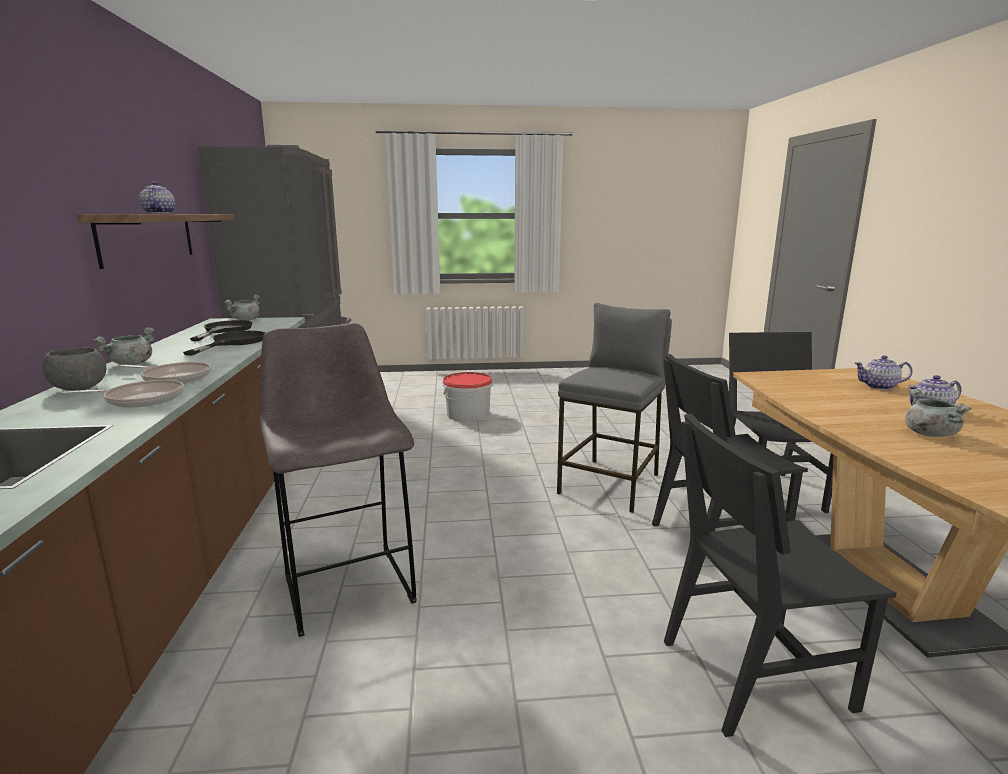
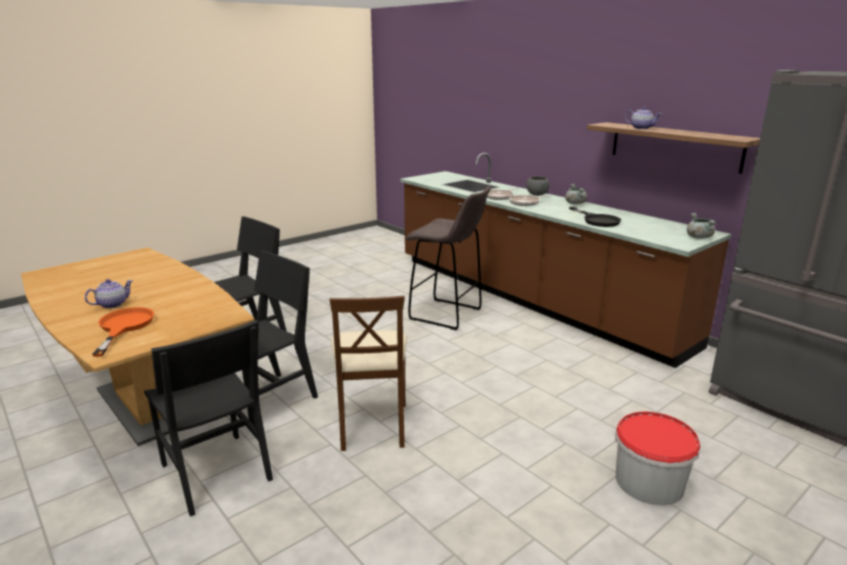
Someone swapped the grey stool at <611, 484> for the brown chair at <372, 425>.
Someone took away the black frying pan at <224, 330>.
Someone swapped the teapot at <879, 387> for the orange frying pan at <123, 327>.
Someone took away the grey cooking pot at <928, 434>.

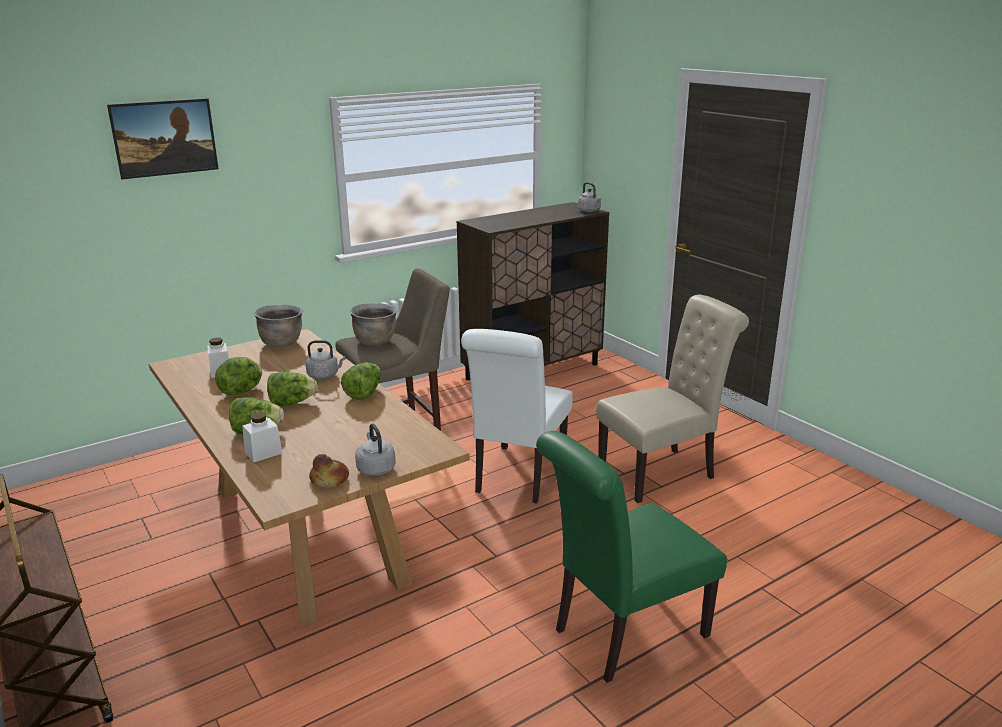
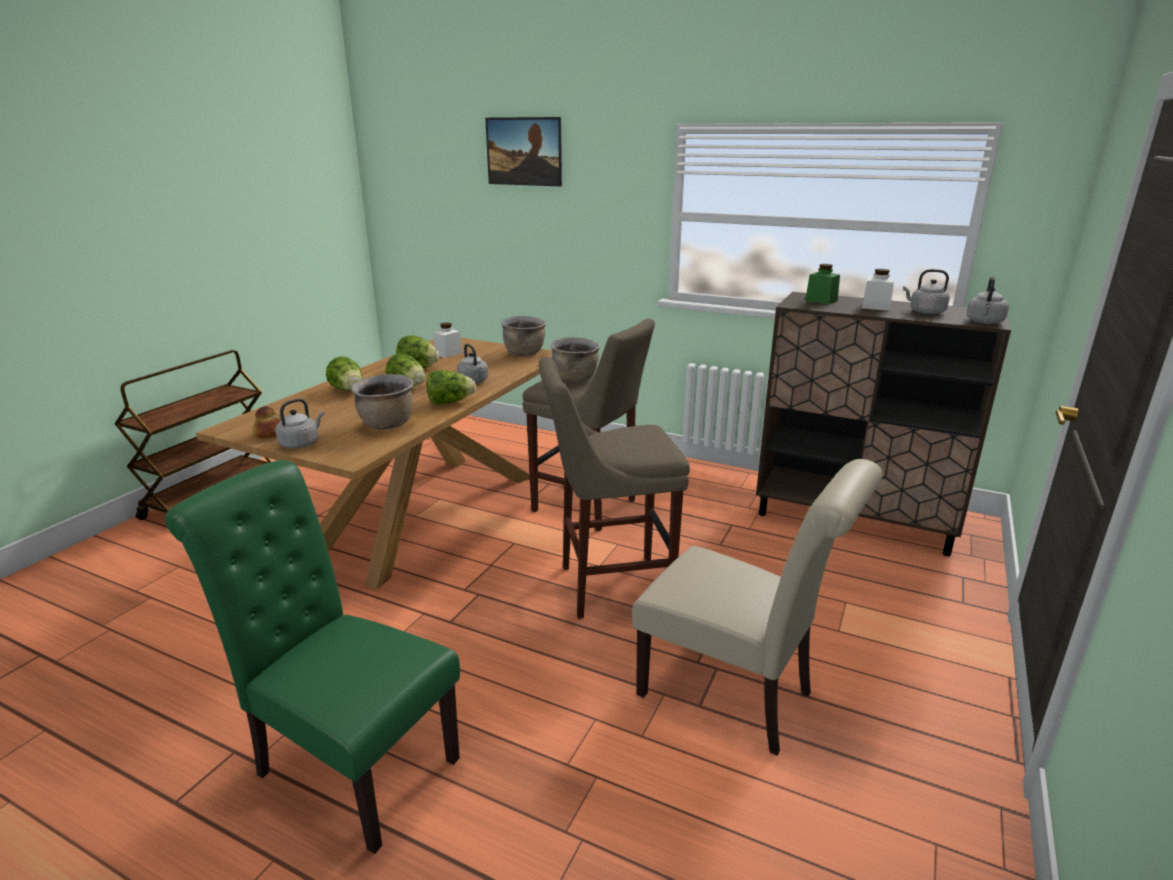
Someone swapped the white chair at <518, 477> for the beige stool at <609, 586>.
Someone carried the white jar from <263, 453> to <876, 307>.
Someone put down the green jar at <821, 301>.
Someone put down the grey kettle at <925, 312>.
Someone put down the brown cooking pot at <387, 425>.

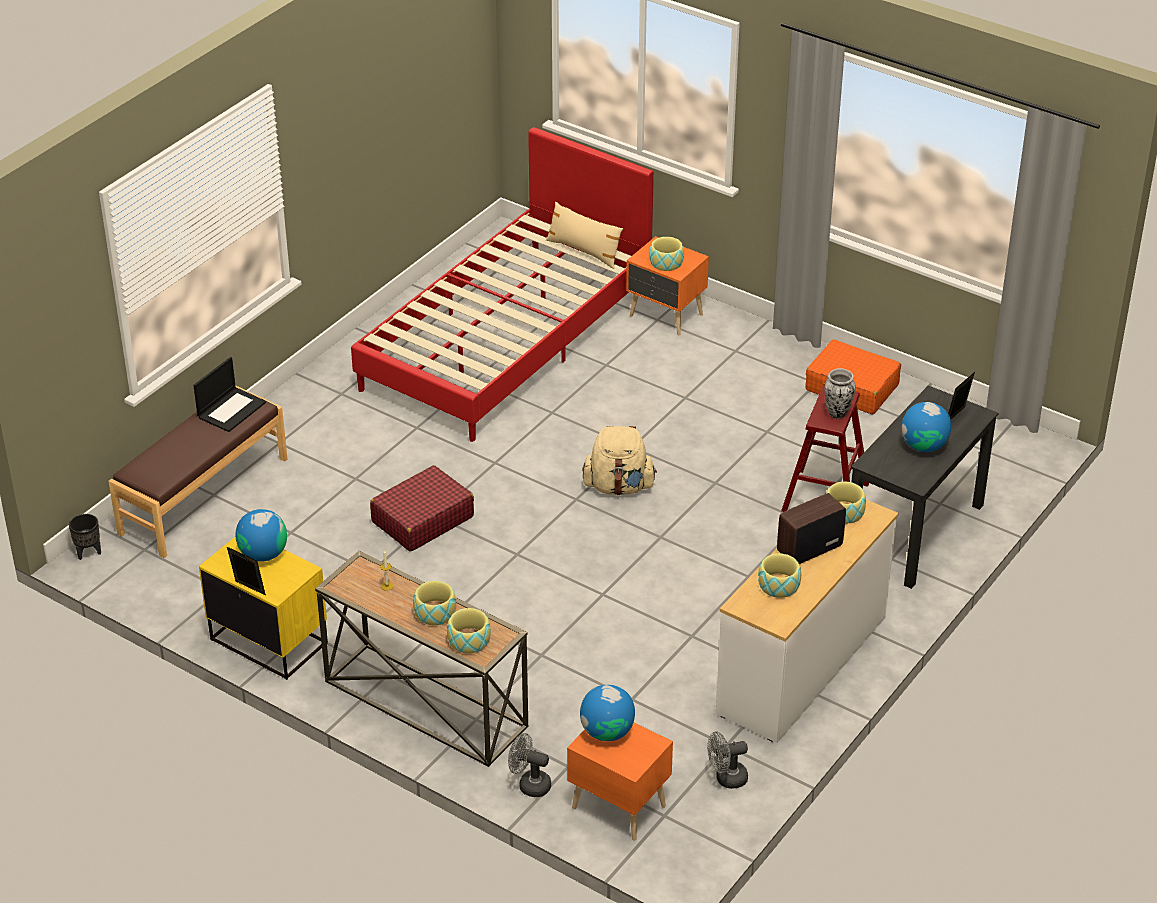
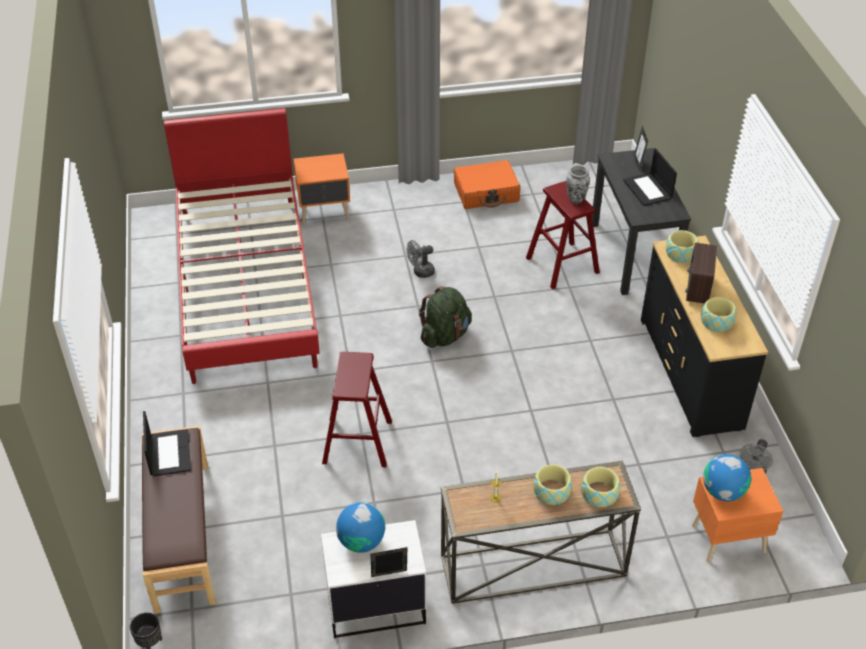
Someone took away the beige pillow at <584, 251>.
Someone took away the bowl at <666, 262>.
Someone swapped the globe at <924, 446> for the laptop at <648, 190>.
Someone repainted the beige backpack at <619, 486>, which became the green backpack at <445, 336>.
Someone swapped the red suitcase at <422, 519> for the red stool at <357, 442>.
Someone repainted the white dresser at <803, 665>, which became the black dresser at <691, 373>.
Someone repainted the yellow nightstand at <269, 641>, which became the white nightstand at <375, 605>.
Someone carried the grey fan from <529, 784> to <420, 272>.

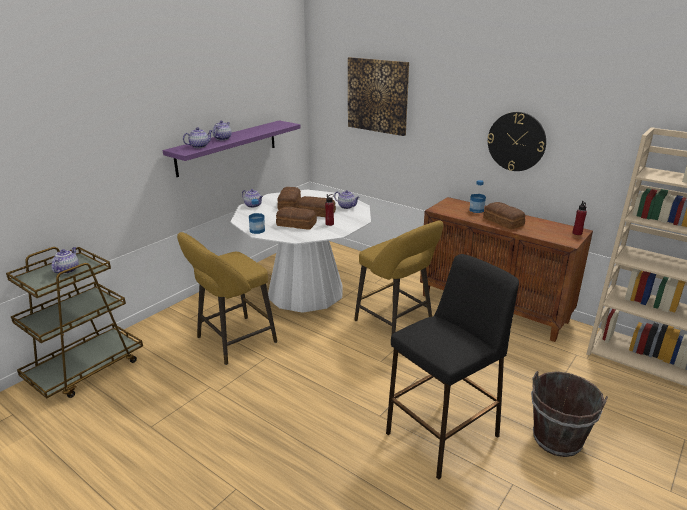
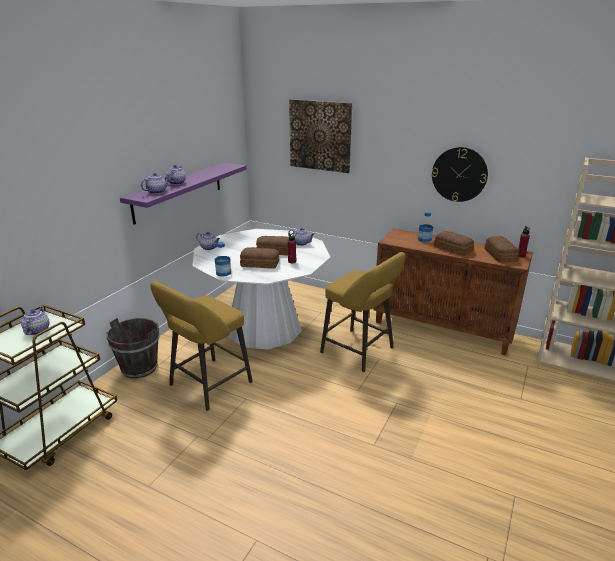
Someone carried the bread from <288, 205> to <500, 255>.
Someone took away the black stool at <443, 434>.
Someone carried the brown bucket from <557, 440> to <139, 368>.

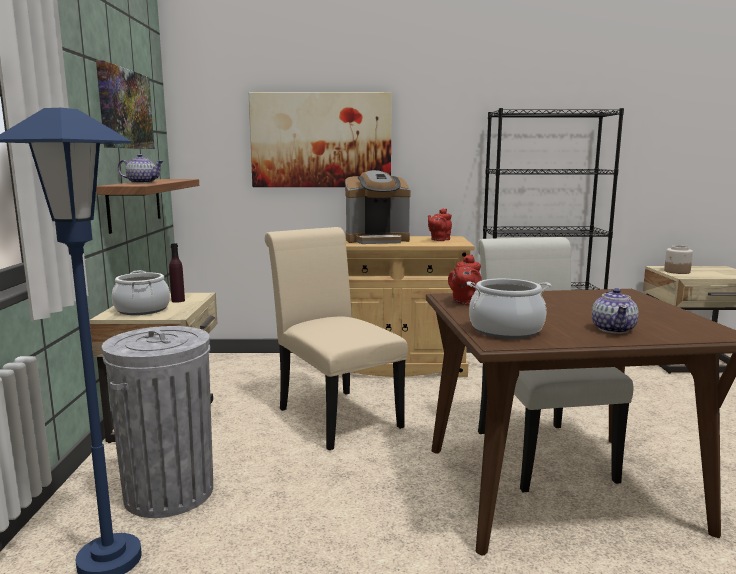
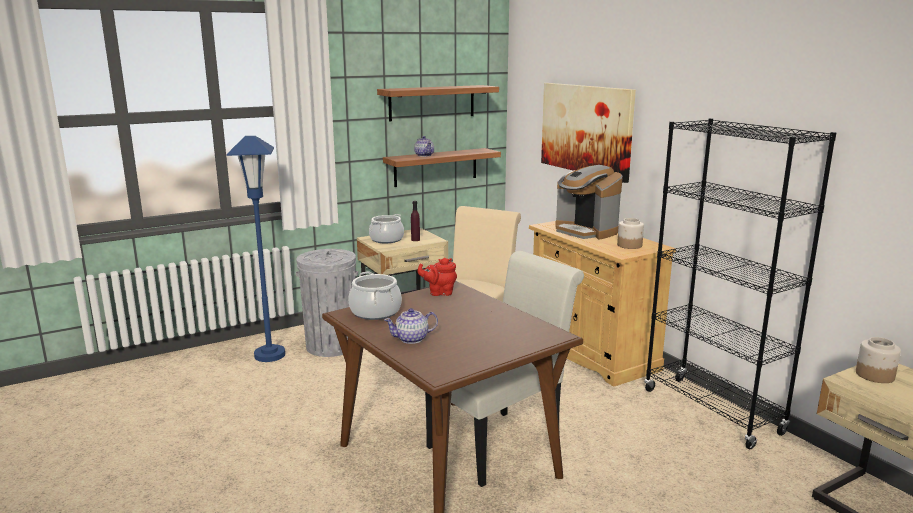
Someone swapped the picture at <125, 109> for the shelf at <432, 102>.
Someone swapped the red teapot at <439, 240> for the jar at <630, 245>.

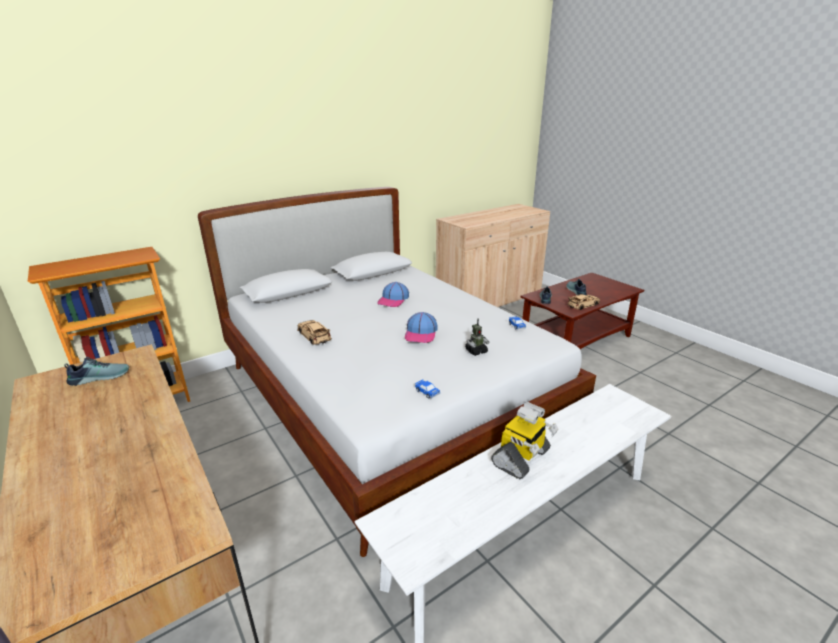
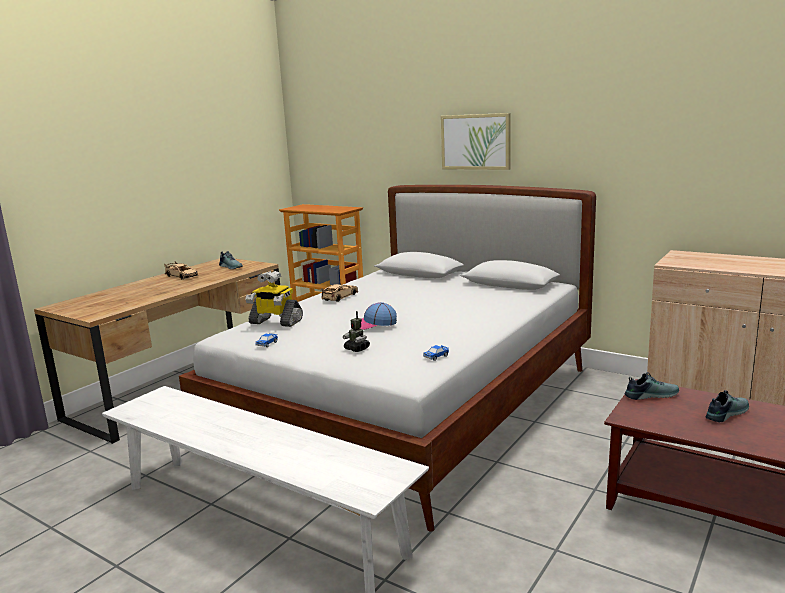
Someone took away the cap at <393, 300>.
Someone carried the beige toy car from <583, 305> to <181, 276>.
Someone carried the toy robot from <521, 458> to <275, 322>.
Someone put up the picture at <476, 142>.

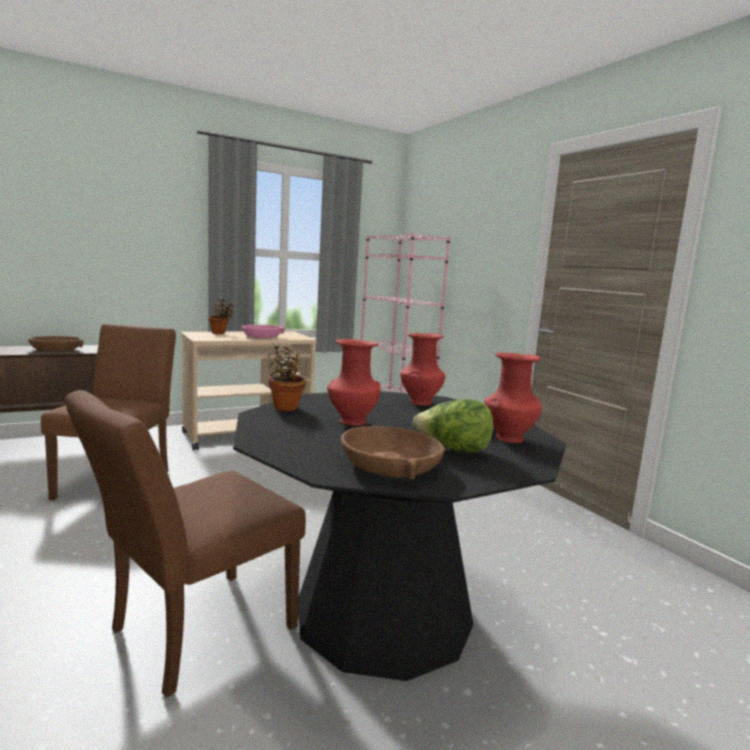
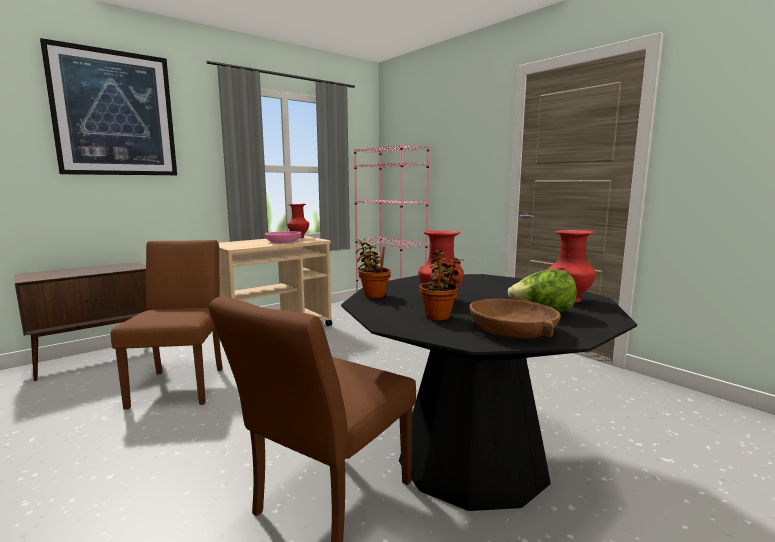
Someone carried the potted plant from <220, 333> to <439, 316>.
Someone carried the red vase from <420, 403> to <298, 237>.
Someone took away the brown bowl at <56, 349>.
Someone put up the picture at <115, 114>.

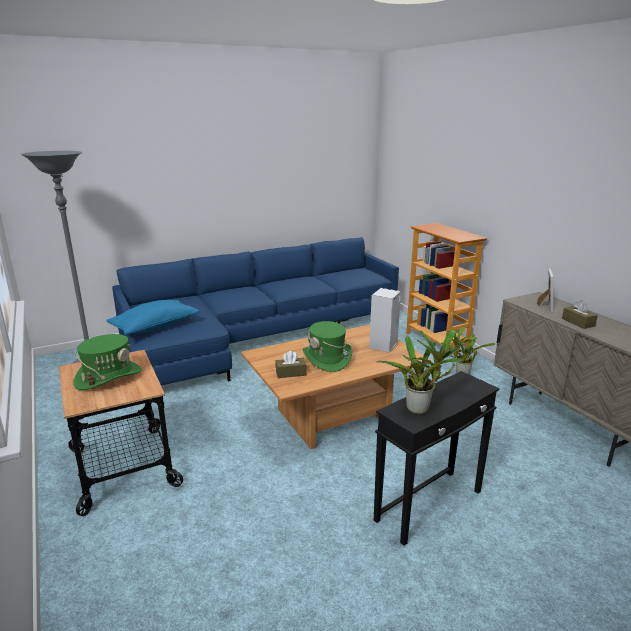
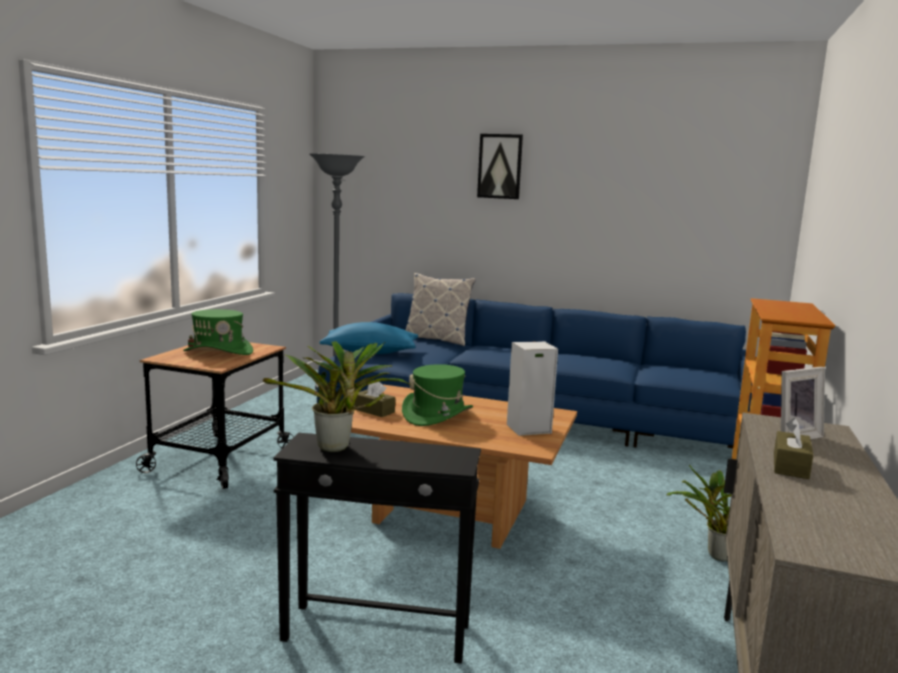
Someone put up the picture at <500, 166>.
Someone put down the pillow at <437, 340>.

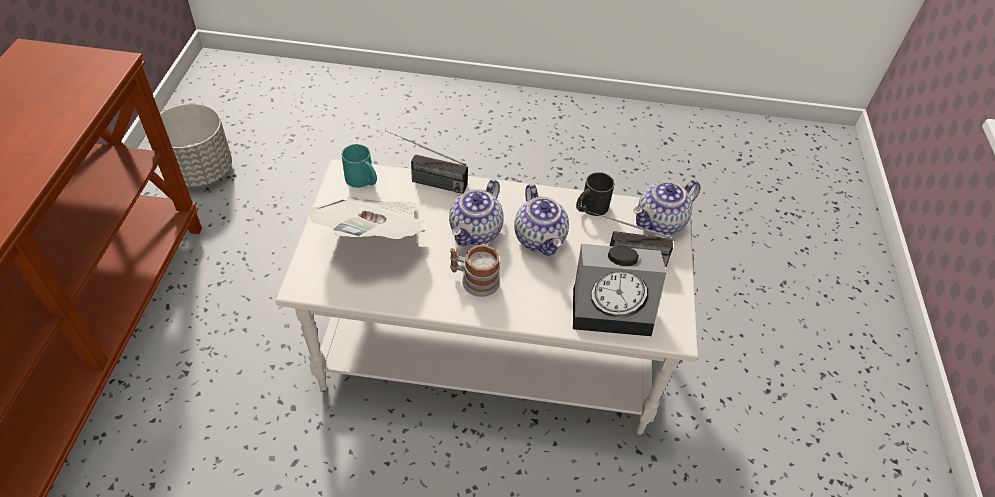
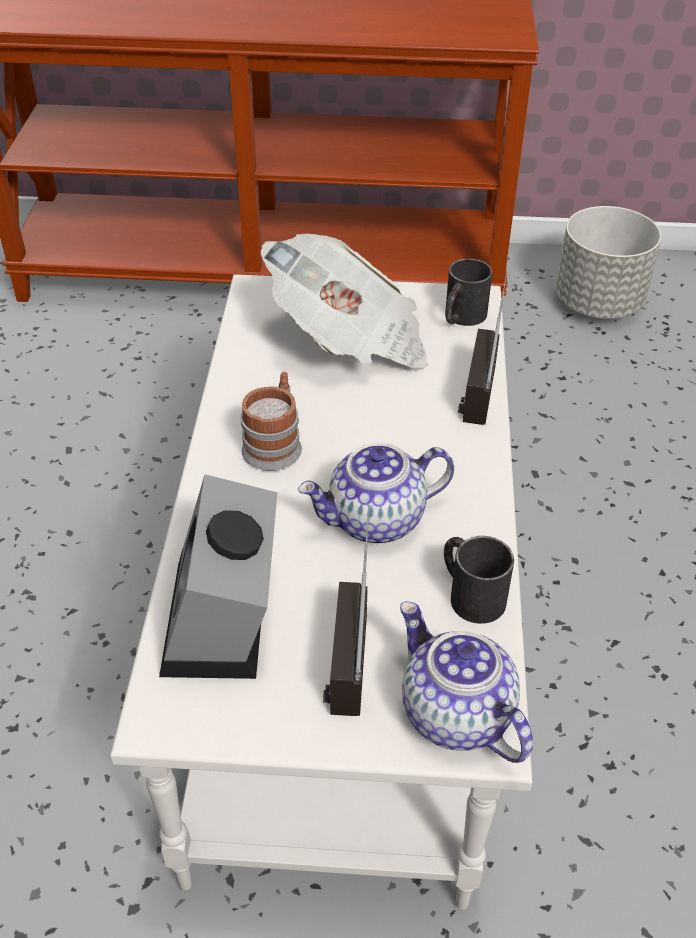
Someone repainted the turquoise mug at <363, 180>, which became the black mug at <461, 317>.
Someone took away the teapot at <476, 232>.

